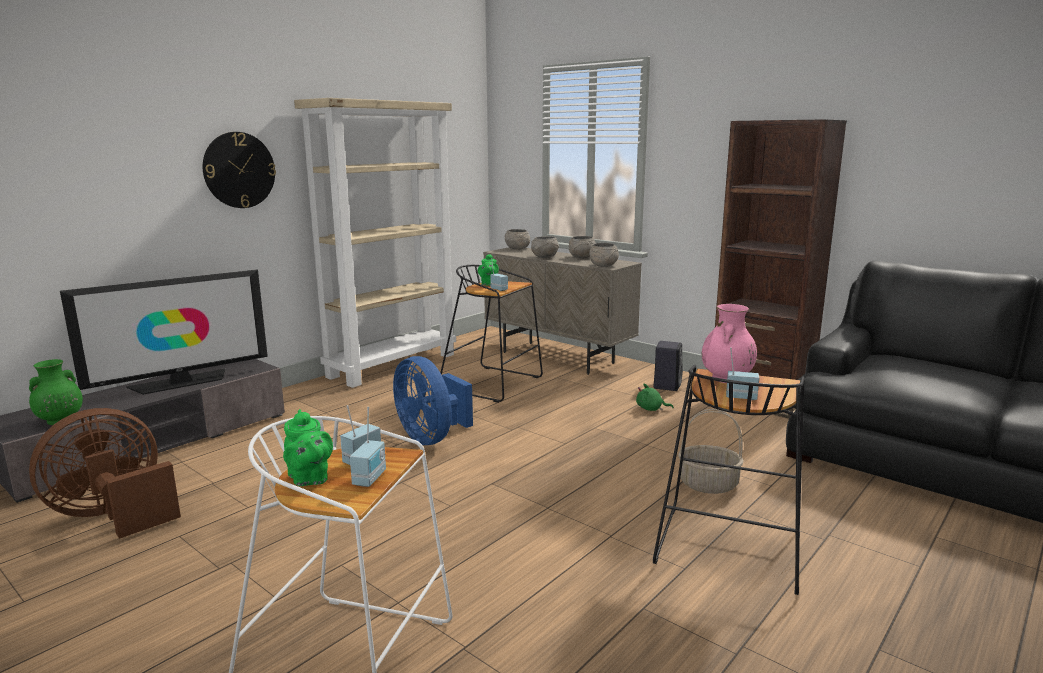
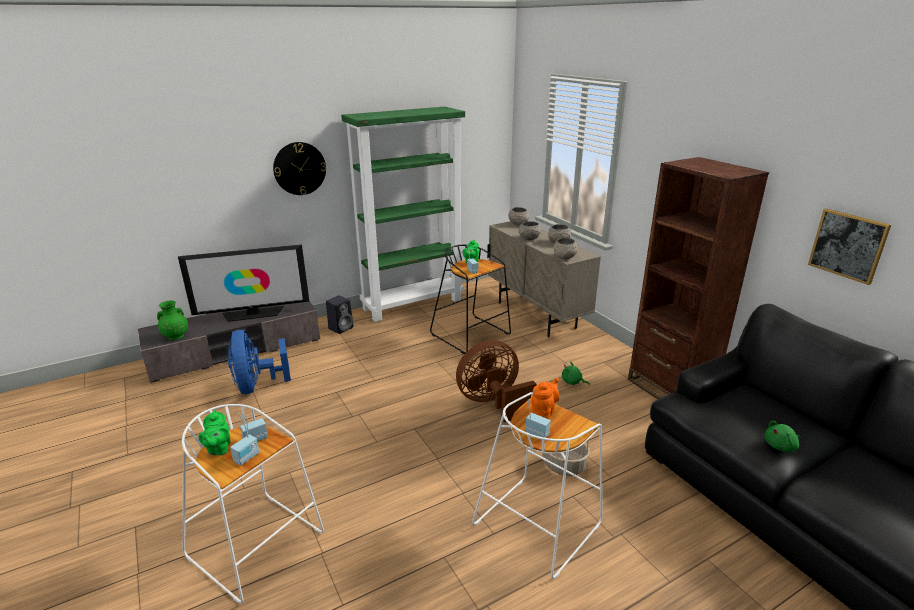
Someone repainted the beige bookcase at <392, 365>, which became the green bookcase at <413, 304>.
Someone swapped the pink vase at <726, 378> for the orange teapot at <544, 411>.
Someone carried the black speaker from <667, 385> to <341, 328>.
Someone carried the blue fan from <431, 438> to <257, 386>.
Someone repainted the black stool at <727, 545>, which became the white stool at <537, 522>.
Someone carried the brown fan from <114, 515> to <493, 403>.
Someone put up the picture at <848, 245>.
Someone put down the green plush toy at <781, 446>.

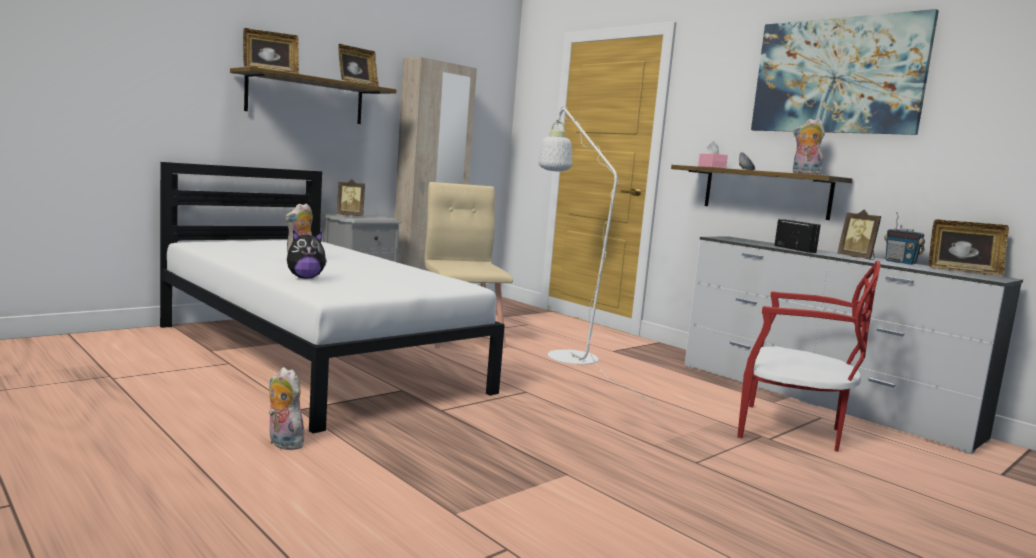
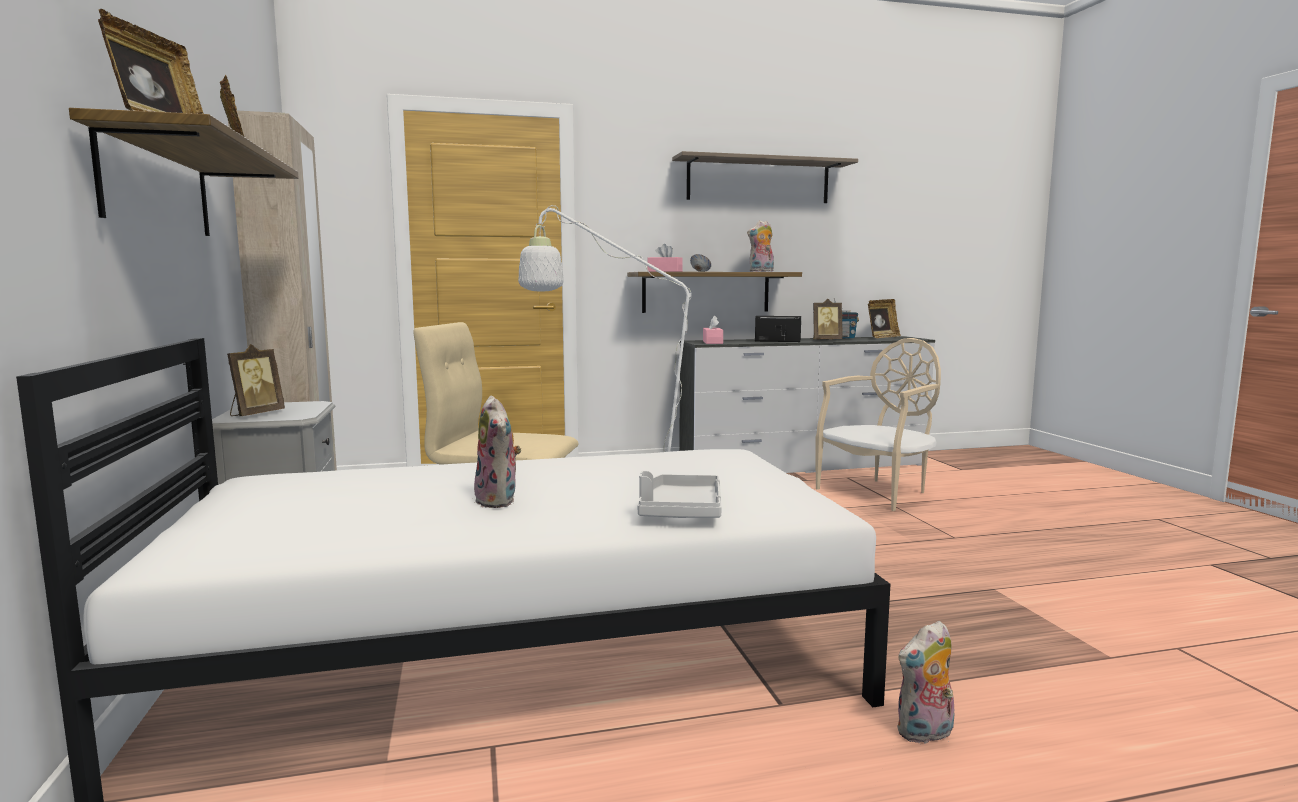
Someone swapped the picture at <837, 76> for the shelf at <758, 181>.
Someone swapped the plush toy at <305, 278> for the grey tray at <680, 511>.
Someone repainted the red chair at <791, 430>, which became the beige chair at <878, 492>.
Someone put down the pink tissue box at <712, 342>.

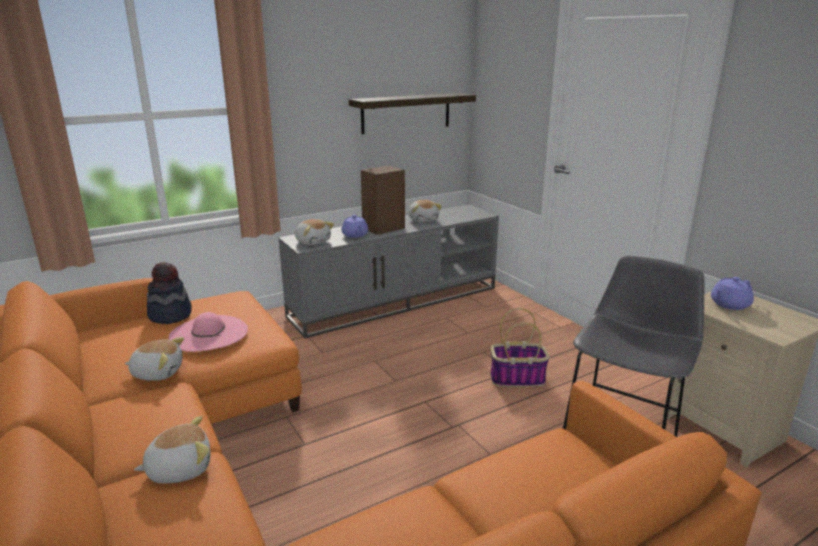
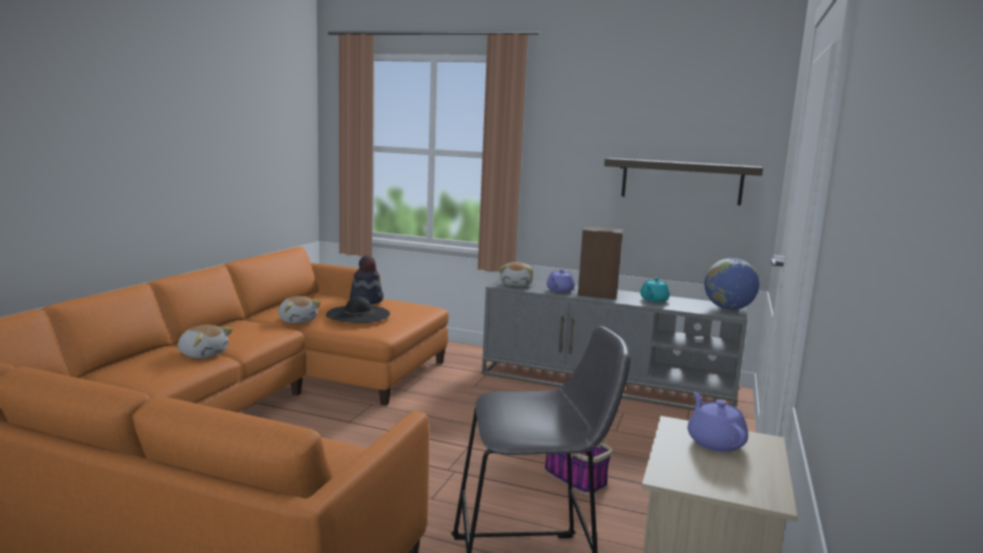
Someone swapped the plush toy at <423, 220> for the turquoise teapot at <653, 300>.
Someone rotated the purple teapot at <729, 305> by 60 degrees clockwise.
Someone repainted the pink hat at <208, 333>, which became the black hat at <358, 314>.
Someone put down the globe at <728, 309>.

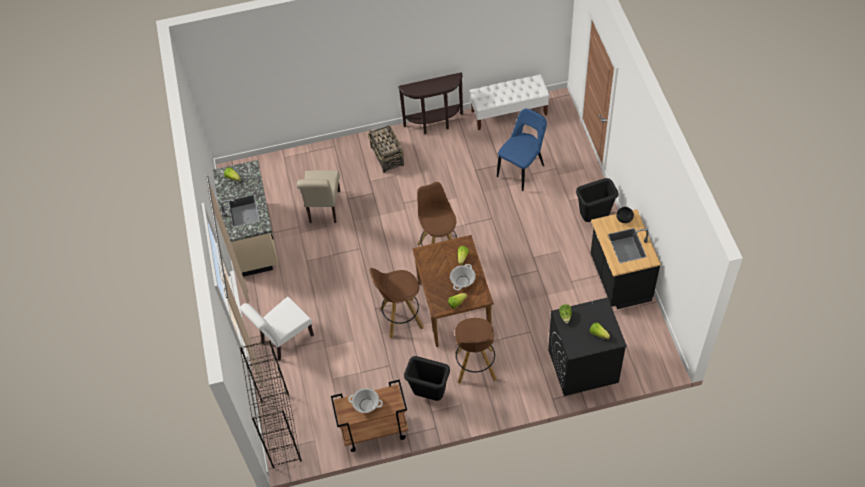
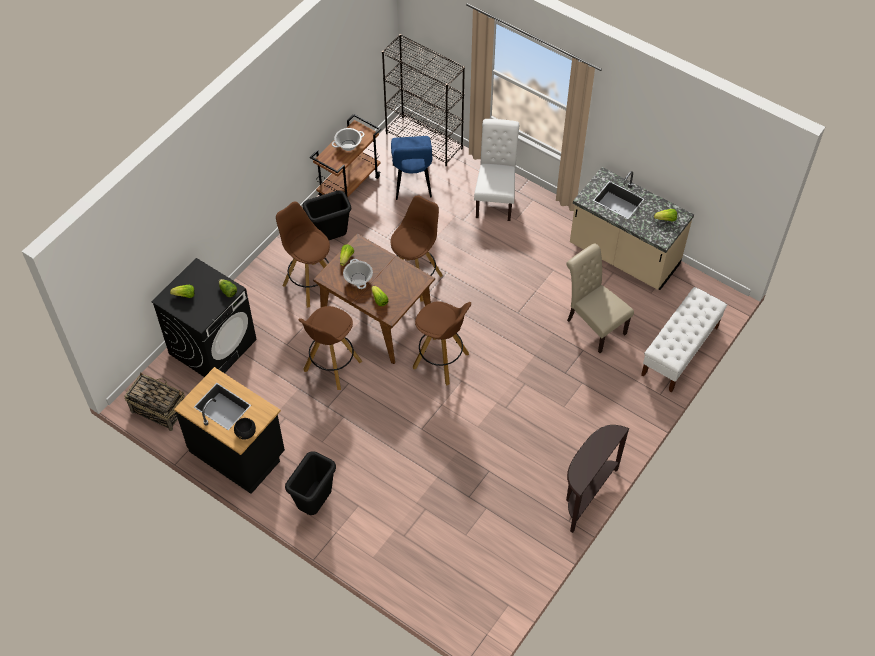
Someone carried the white bench from <509, 112> to <680, 351>.
Someone carried the blue chair from <522, 169> to <412, 183>.
Someone carried the basket from <387, 156> to <158, 410>.
Someone put down the brown stool at <332, 367>.

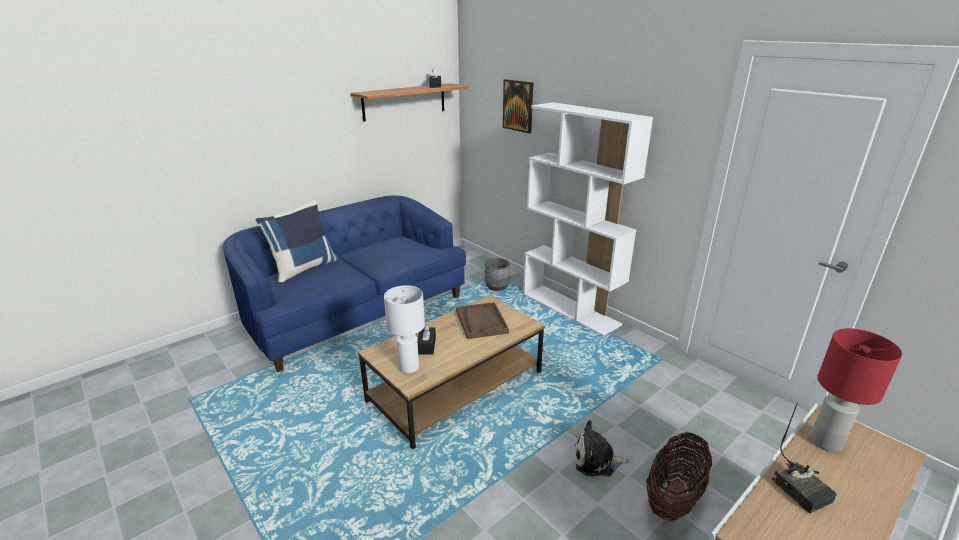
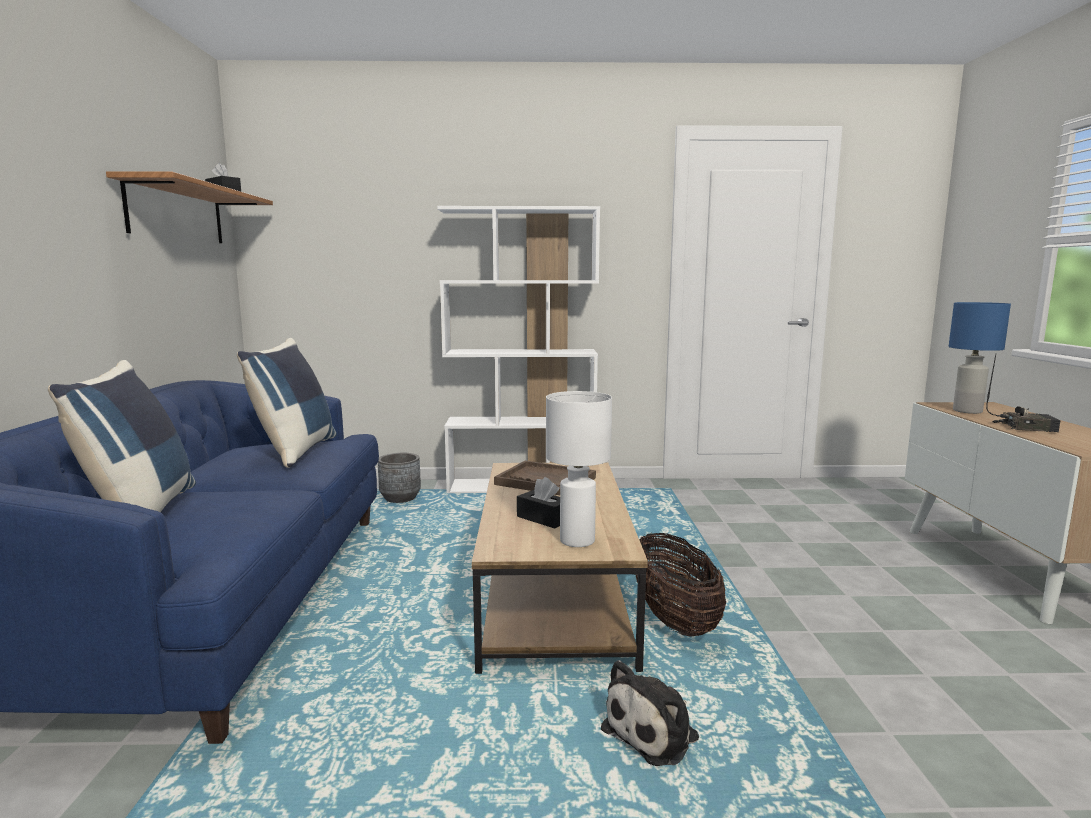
Someone took away the picture at <518, 106>.
Someone repainted the red table lamp at <824, 441>, which became the blue table lamp at <966, 411>.
Someone carried the plush toy from <596, 460> to <654, 732>.
Someone carried the basket from <673, 497> to <674, 620>.
Someone put down the blue pillow at <295, 451>.

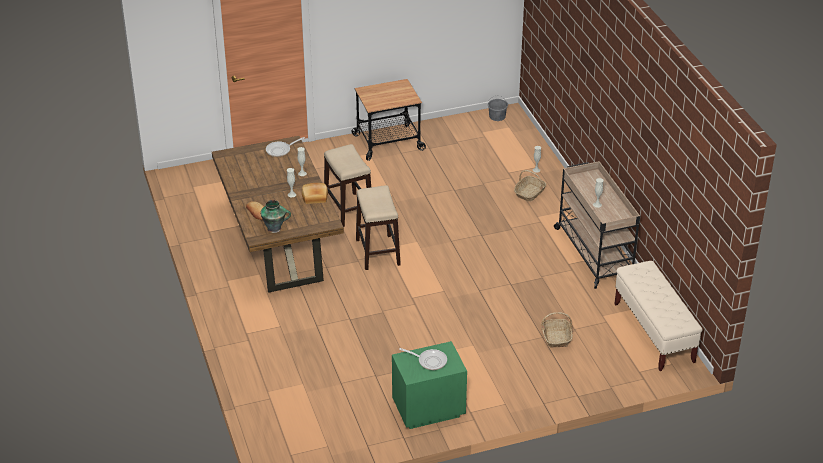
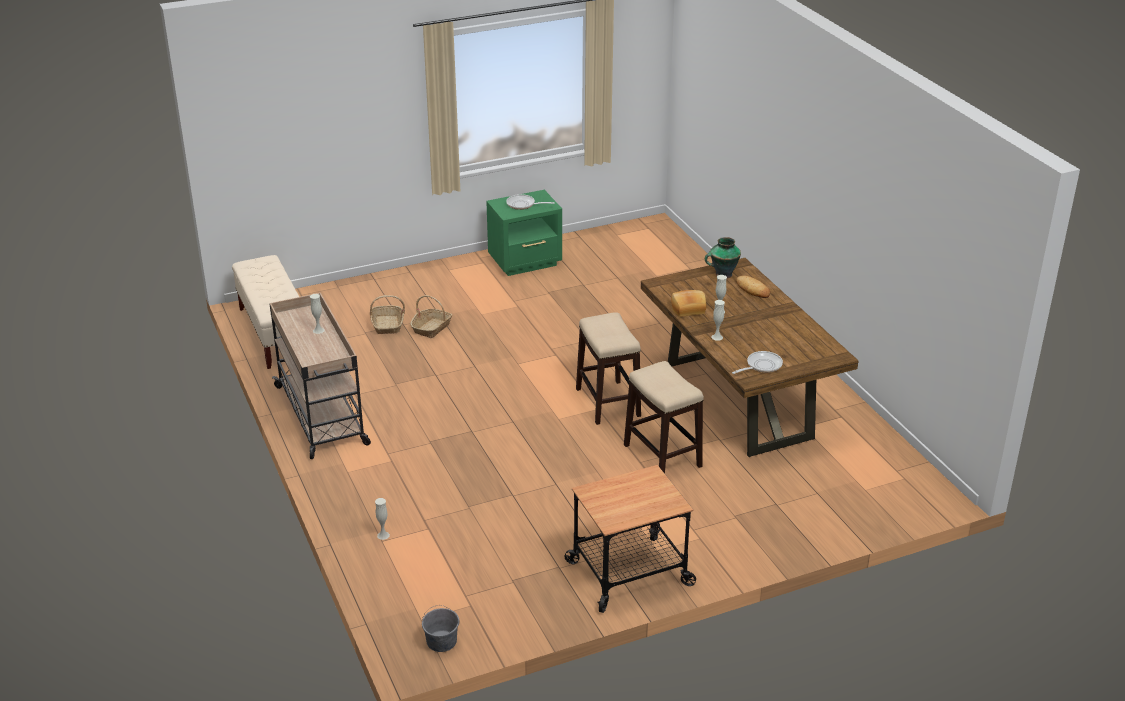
Someone carried the basket from <529, 193> to <432, 328>.

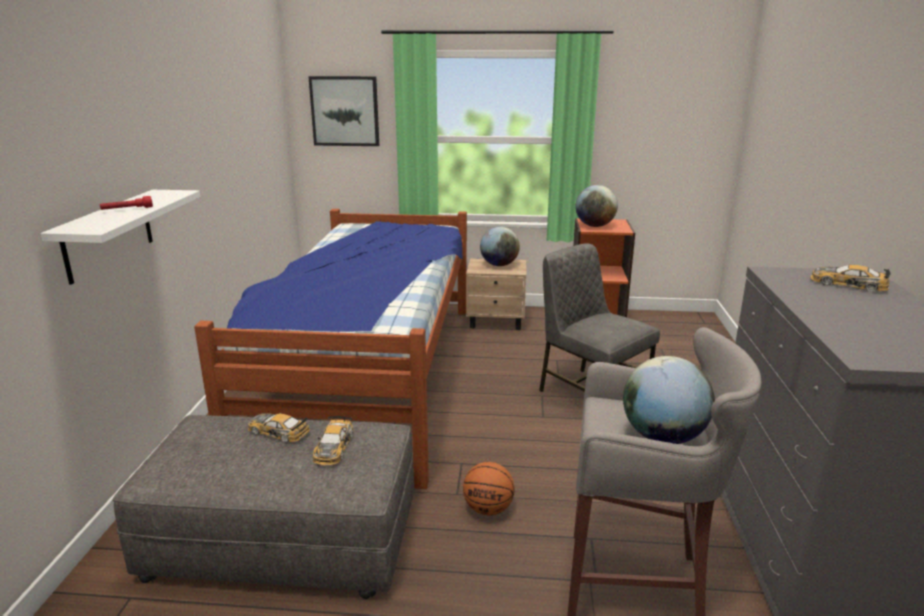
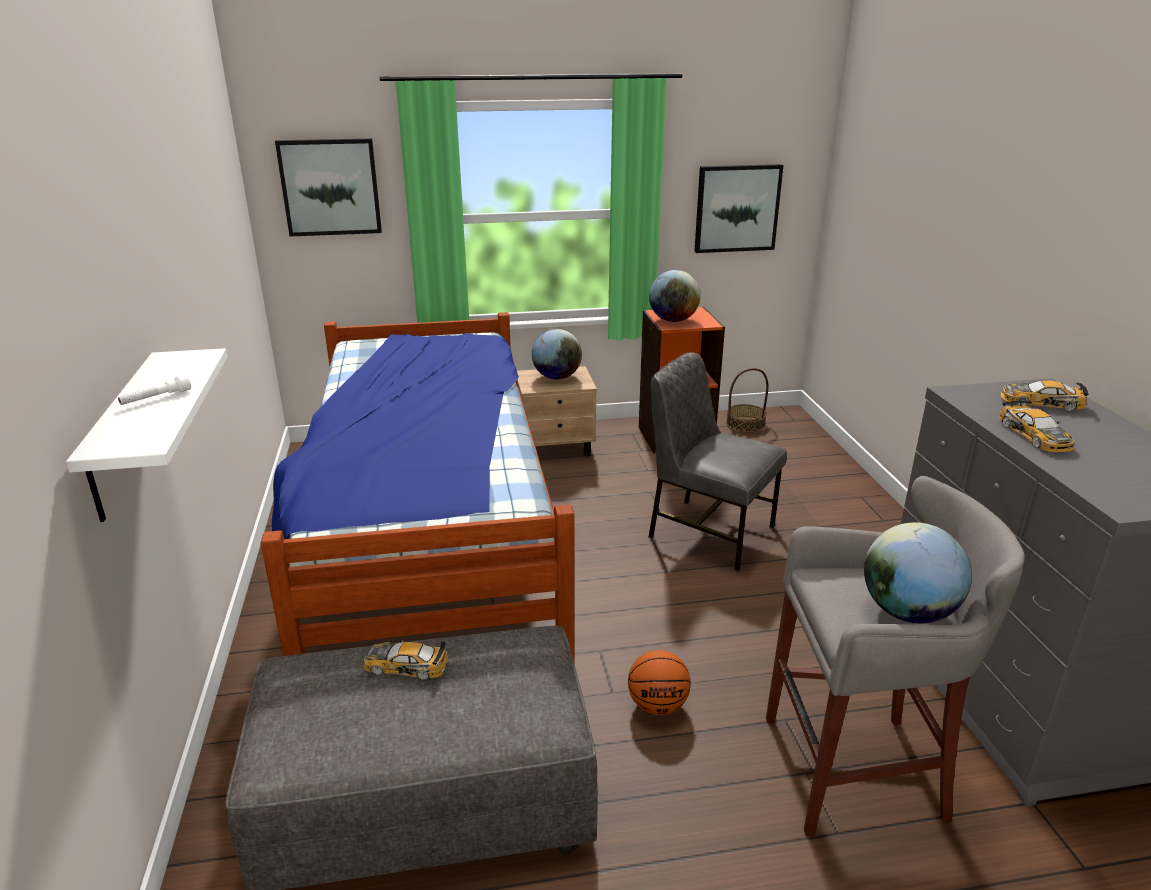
Someone repainted the red flashlight at <127, 209>, which became the white flashlight at <156, 399>.
Someone carried the toy car from <333, 447> to <1035, 435>.
Someone put up the picture at <737, 208>.
Someone put down the basket at <745, 424>.

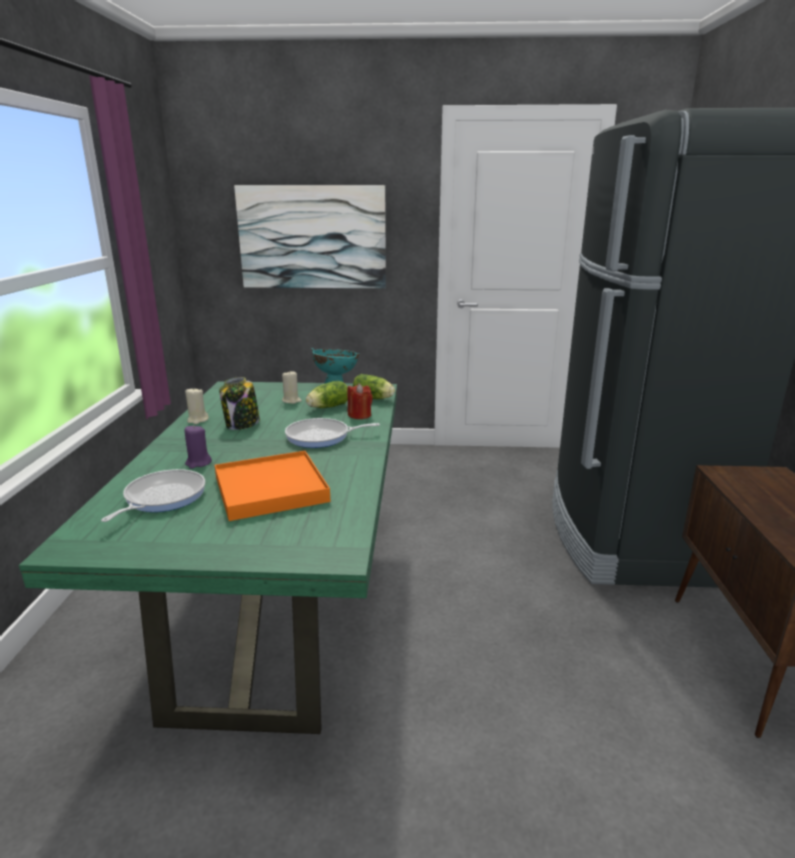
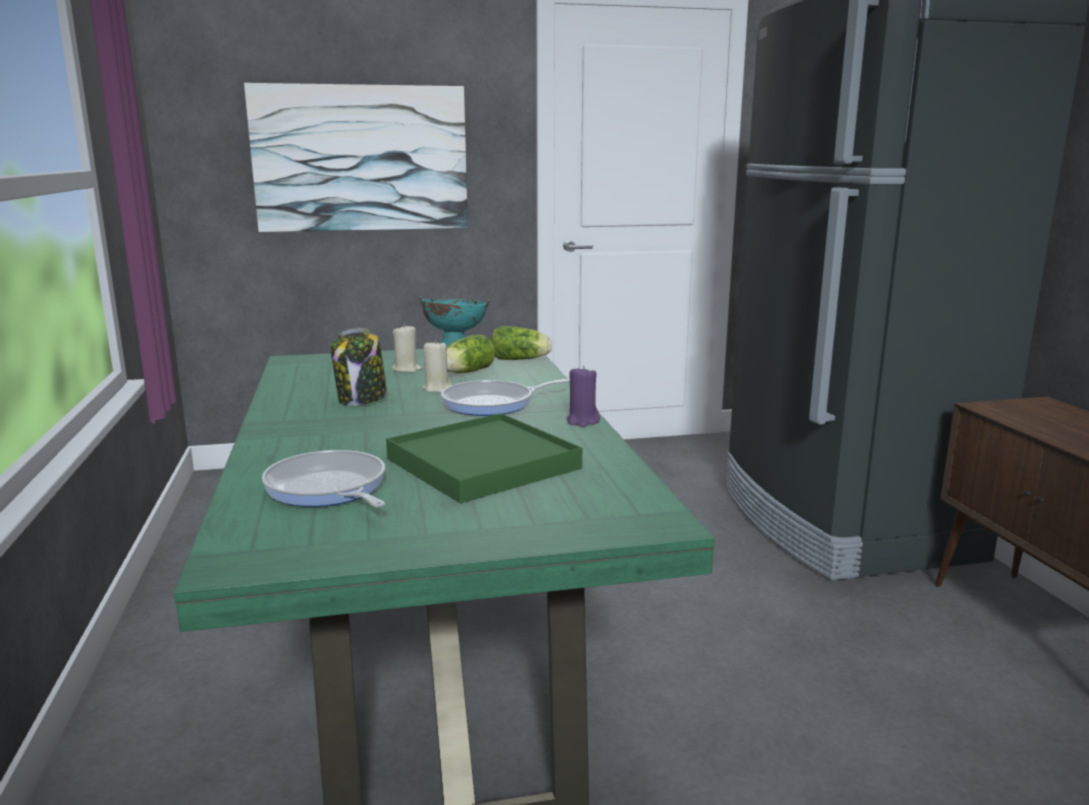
Someone took away the red candle at <359, 415>.
Someone carried the beige candle from <197, 420> to <437, 388>.
Someone carried the purple candle from <198, 463> to <582, 421>.
Someone repainted the orange tray at <271, 489>, which became the green tray at <483, 463>.
Someone rotated the frying pan at <162, 498> by 45 degrees counterclockwise.

